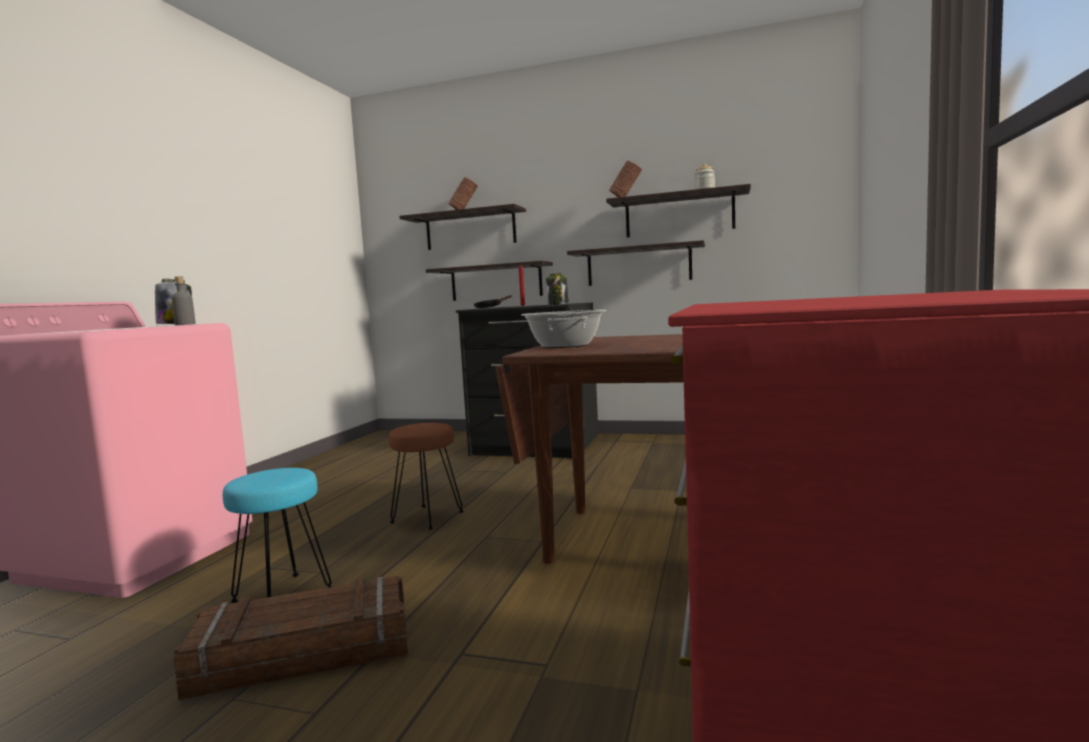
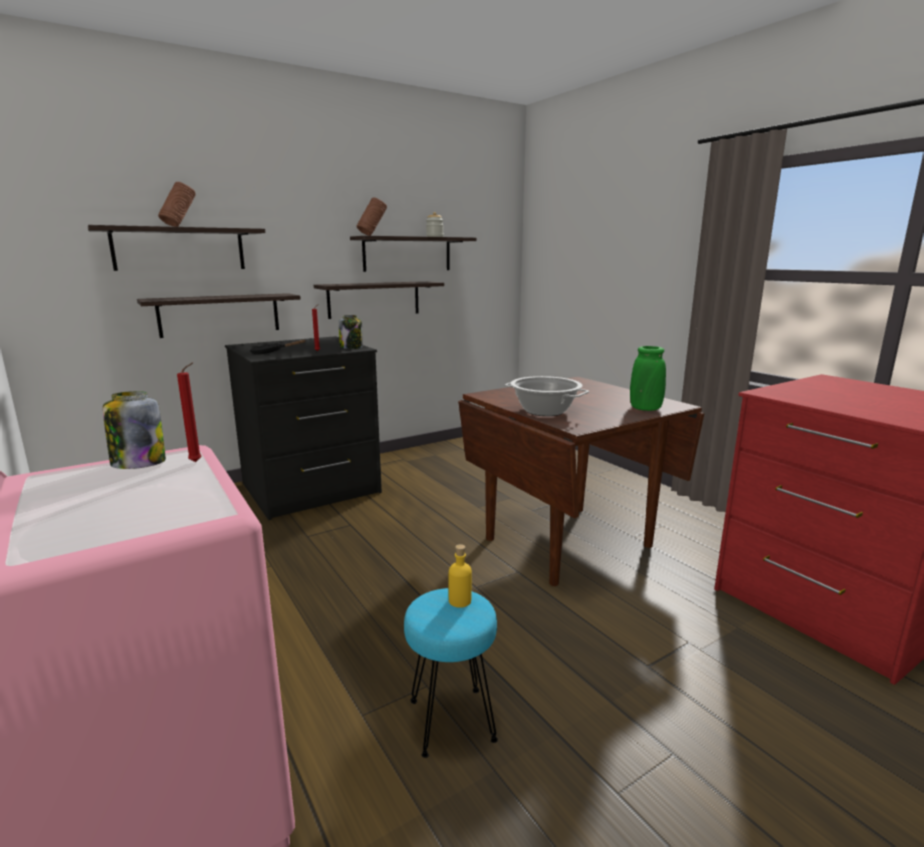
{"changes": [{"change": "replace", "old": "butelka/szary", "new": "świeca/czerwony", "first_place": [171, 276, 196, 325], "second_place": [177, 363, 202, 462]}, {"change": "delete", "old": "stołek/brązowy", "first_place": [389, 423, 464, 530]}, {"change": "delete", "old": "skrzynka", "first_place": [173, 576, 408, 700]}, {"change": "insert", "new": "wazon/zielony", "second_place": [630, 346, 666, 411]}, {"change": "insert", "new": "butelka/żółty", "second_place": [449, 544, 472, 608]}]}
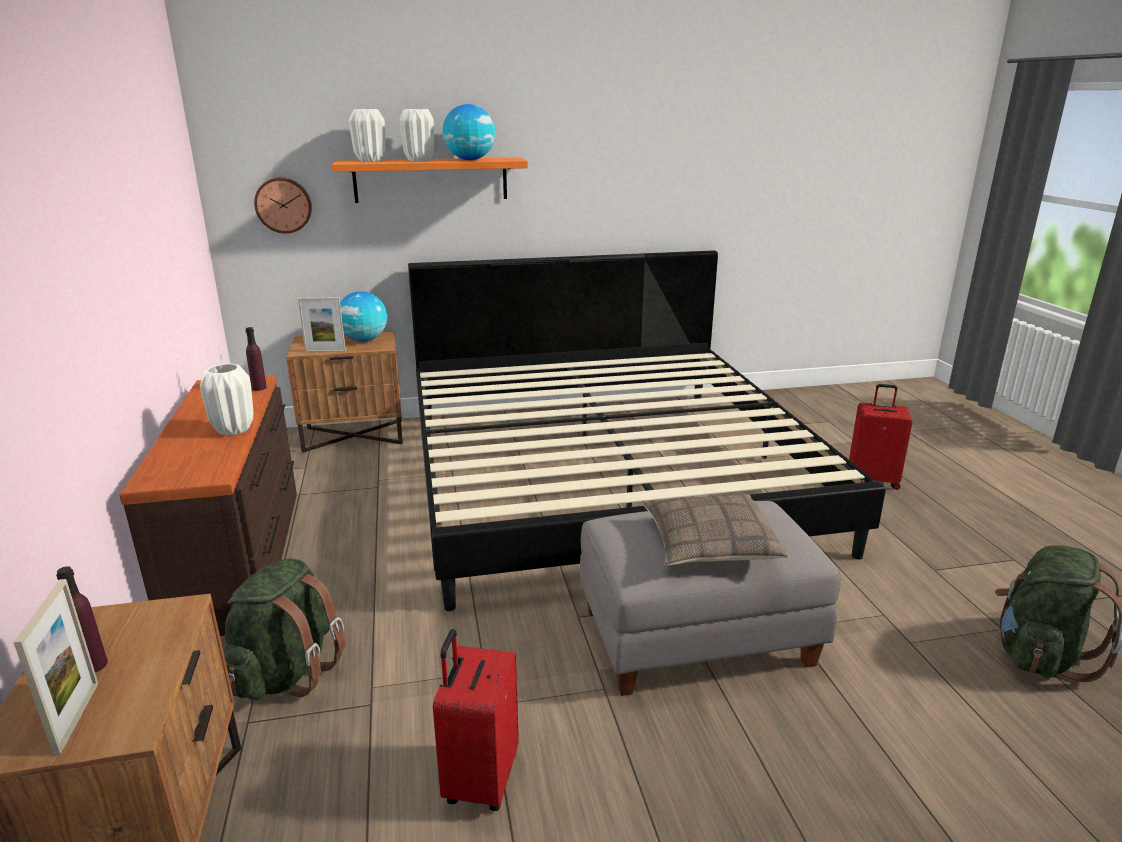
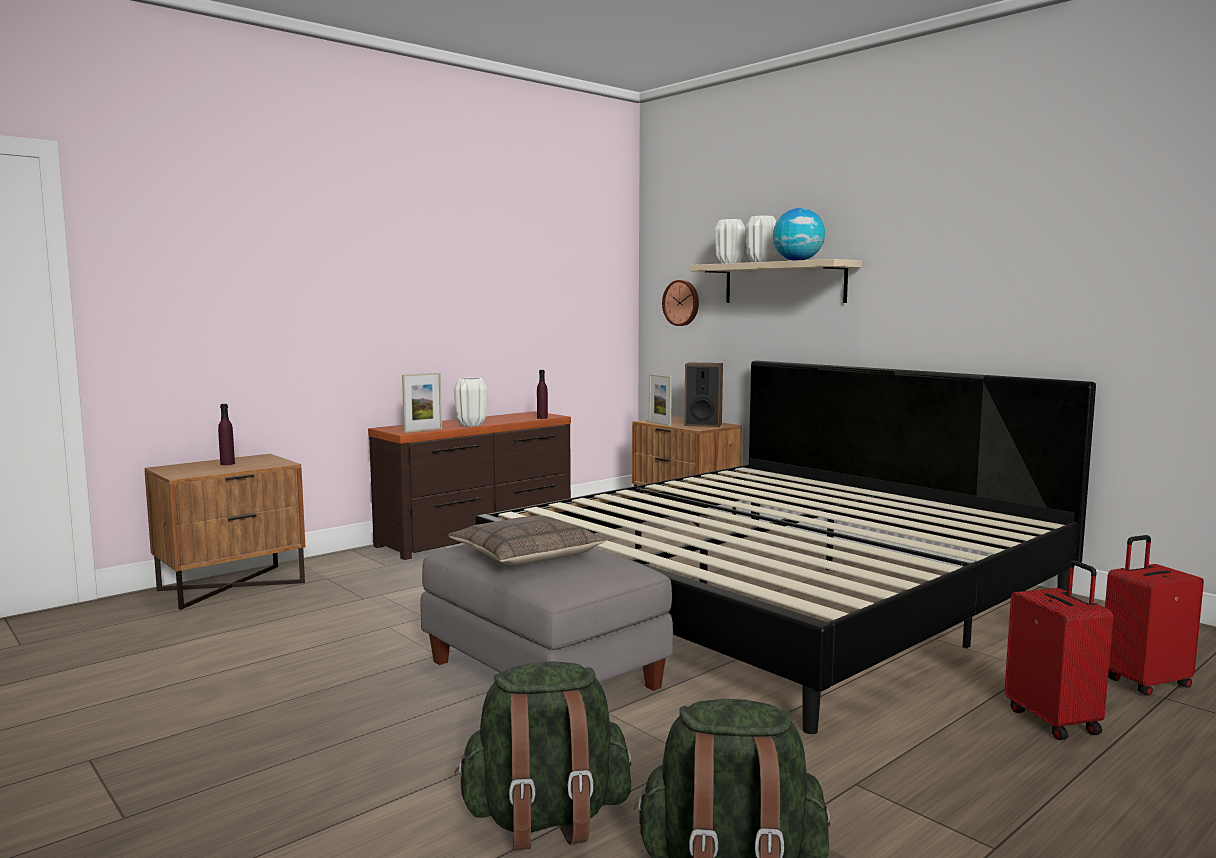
{"changes": [{"change": "recolor", "old": "półka/pomarańczowy", "new": "półka/beżowy", "first_place": [332, 158, 528, 203], "second_place": [689, 259, 862, 303]}, {"change": "replace", "old": "globus", "new": "głośnik", "first_place": [340, 291, 387, 341], "second_place": [684, 363, 723, 427]}, {"change": "move", "old": "plecak/zielony", "first_place": [223, 558, 346, 700], "second_place": [455, 661, 632, 850]}, {"change": "move", "old": "ramka na zdjęcie", "first_place": [13, 579, 98, 755], "second_place": [402, 373, 442, 433]}, {"change": "move", "old": "walizka/czerwony", "first_place": [433, 629, 519, 811], "second_place": [1105, 535, 1204, 696]}]}
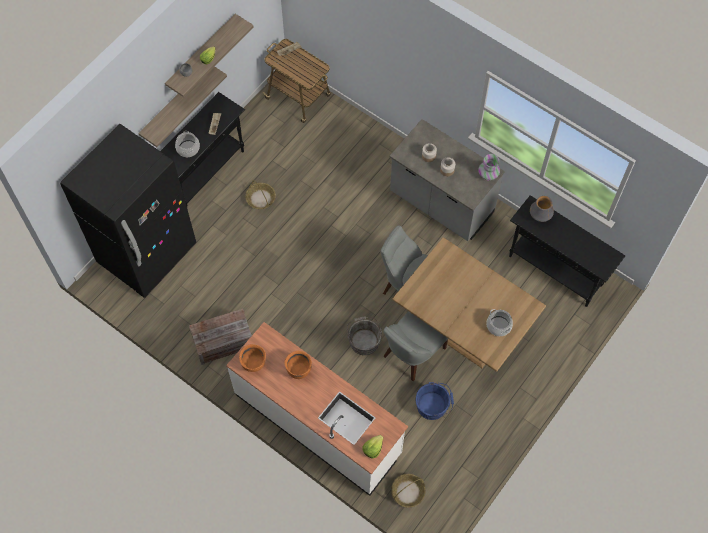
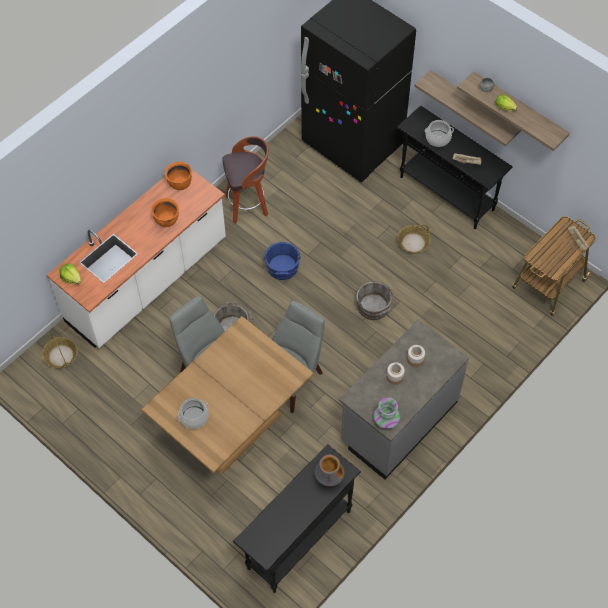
{"changes": [{"change": "replace", "old": "skrzynka", "new": "stołek", "first_place": [189, 308, 252, 365], "second_place": [222, 136, 269, 223]}, {"change": "move", "old": "wiadro/niebieski", "first_place": [415, 382, 454, 420], "second_place": [264, 242, 301, 280]}, {"change": "insert", "new": "wiadro/szary", "second_place": [356, 281, 396, 320]}]}
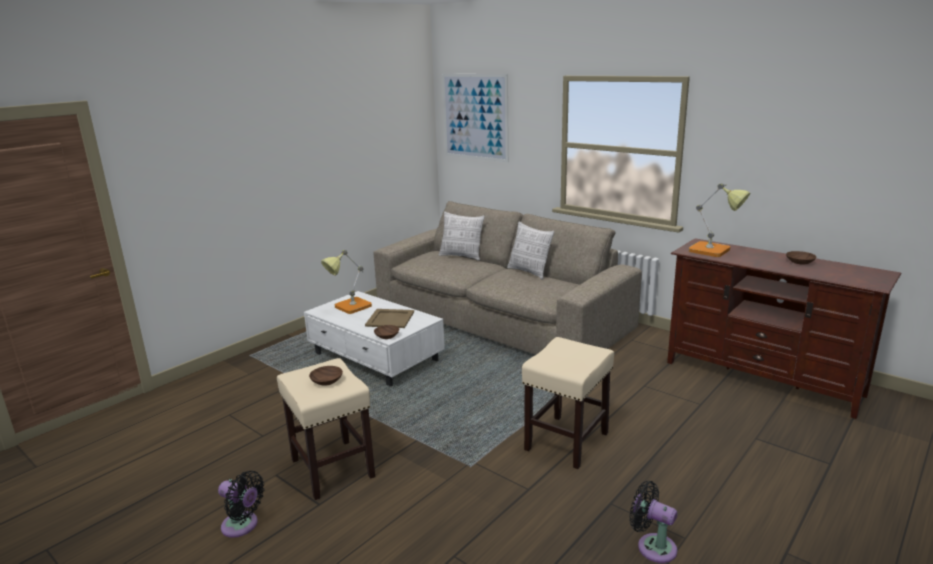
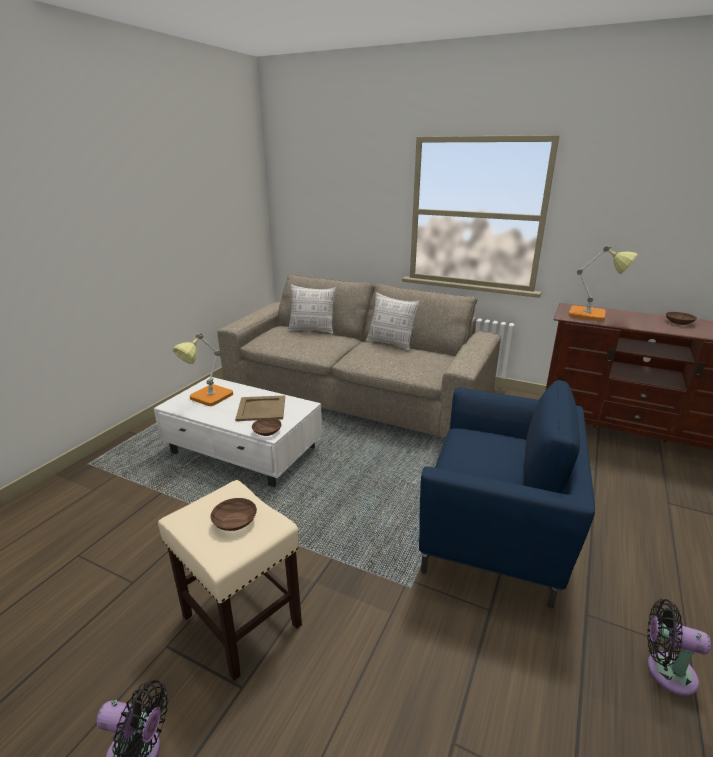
{"changes": [{"change": "delete", "old": "obraz", "first_place": [442, 74, 509, 162]}, {"change": "replace", "old": "stołek/beżowy", "new": "fotel/niebieski", "first_place": [522, 337, 614, 469], "second_place": [419, 380, 595, 608]}]}
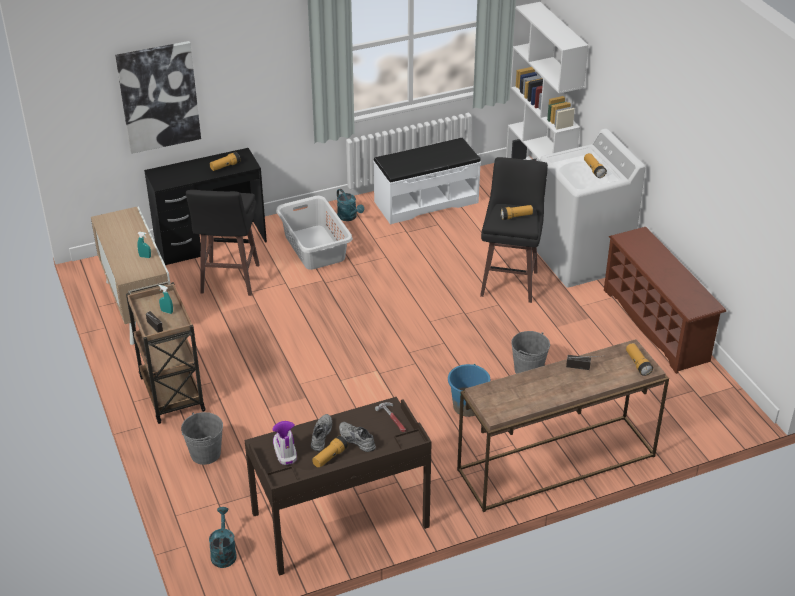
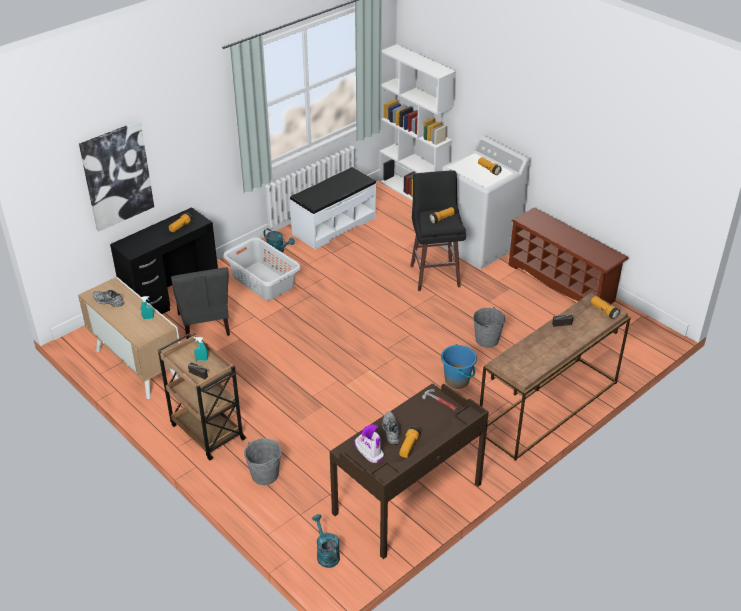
{"changes": [{"change": "replace", "old": "stołek/czarny", "new": "krzesło/szary", "first_place": [186, 190, 260, 296], "second_place": [171, 267, 230, 340]}, {"change": "move", "old": "but/szary", "first_place": [339, 422, 376, 452], "second_place": [93, 290, 124, 307]}]}
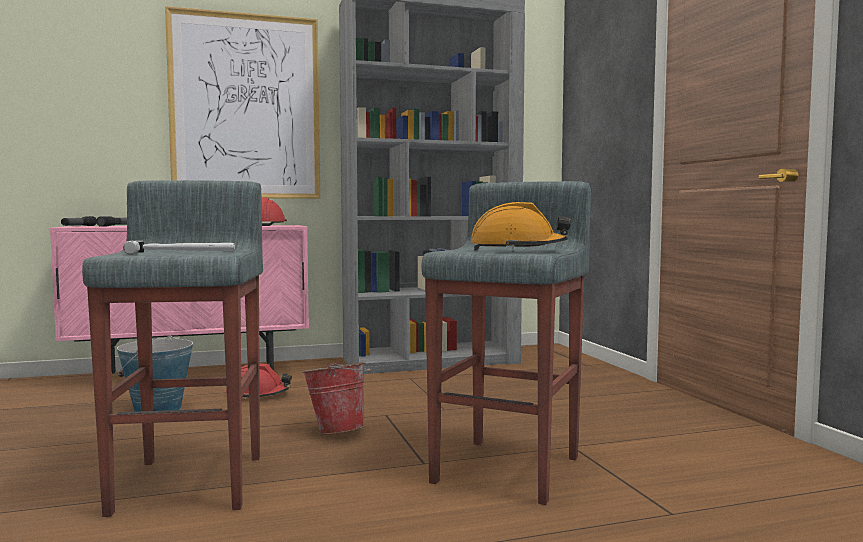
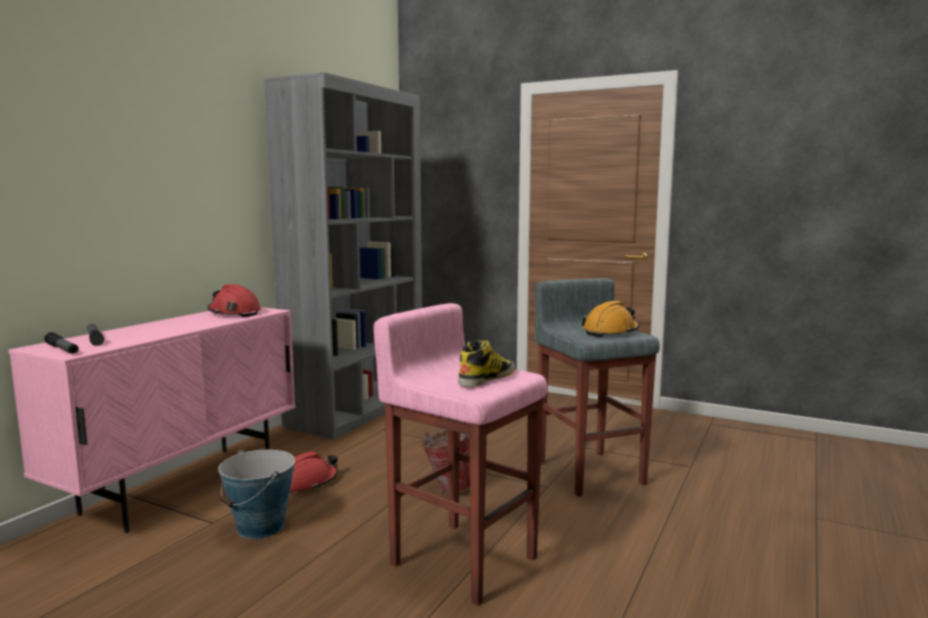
{"changes": [{"change": "delete", "old": "obraz", "first_place": [165, 6, 320, 199]}, {"change": "recolor", "old": "stołek/szary", "new": "stołek/różowy", "first_place": [82, 180, 263, 517], "second_place": [373, 303, 547, 606]}, {"change": "replace", "old": "młotek", "new": "but z cholewką", "first_place": [123, 241, 235, 255], "second_place": [458, 340, 515, 387]}]}
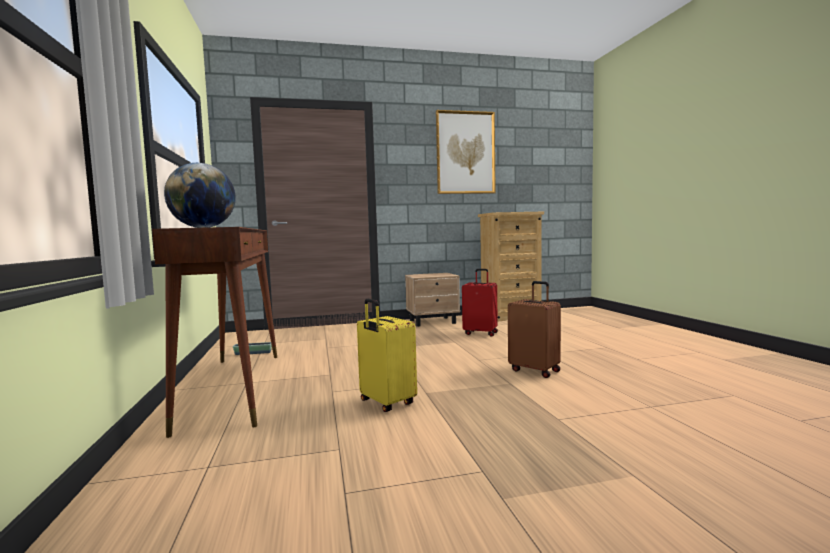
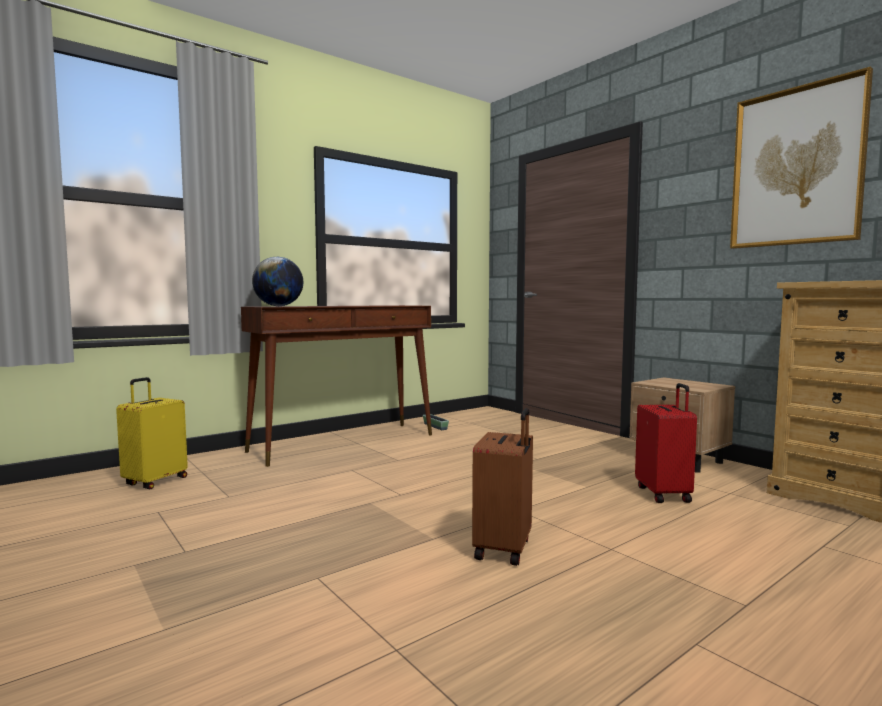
{"changes": [{"change": "move", "old": "walizka/żółty", "first_place": [357, 299, 417, 412], "second_place": [116, 377, 188, 489]}]}
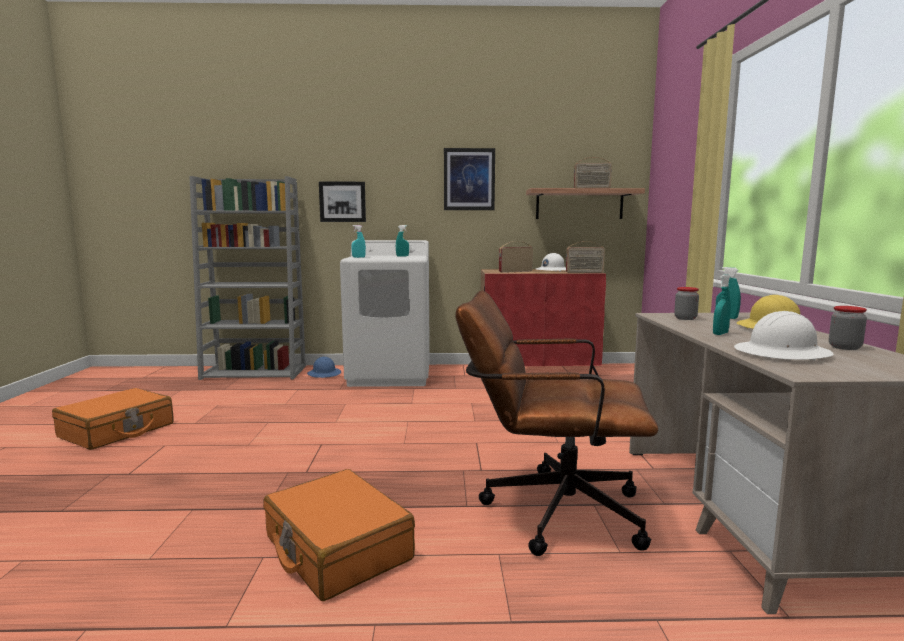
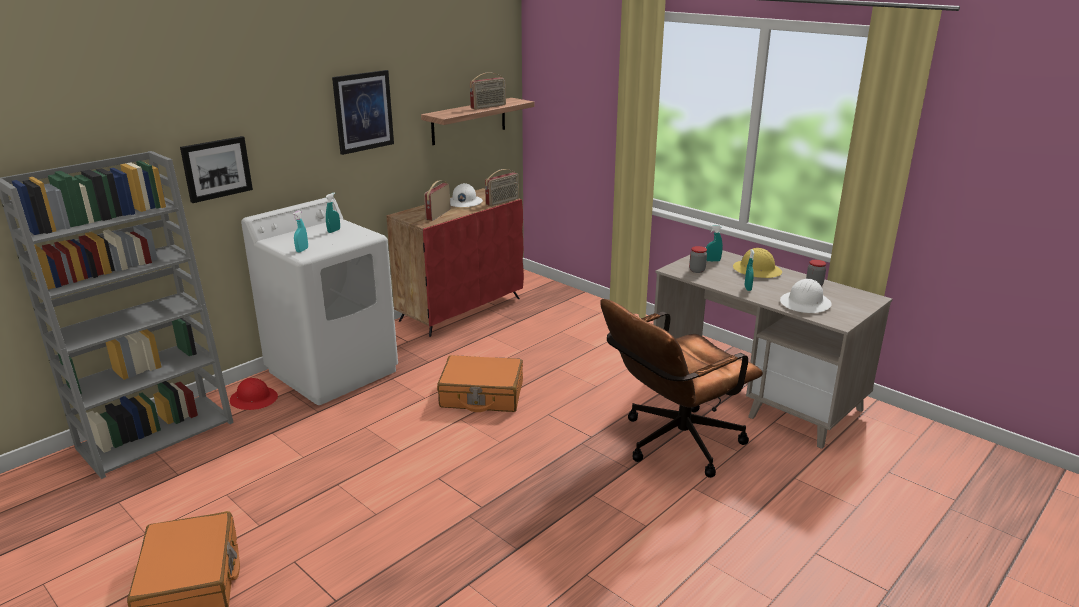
{"changes": [{"change": "recolor", "old": "kask/niebieski", "new": "kask/czerwony", "first_place": [307, 356, 341, 378], "second_place": [230, 378, 278, 410]}, {"change": "move", "old": "walizka/pomarańczowy", "first_place": [263, 469, 415, 601], "second_place": [437, 355, 523, 412]}]}
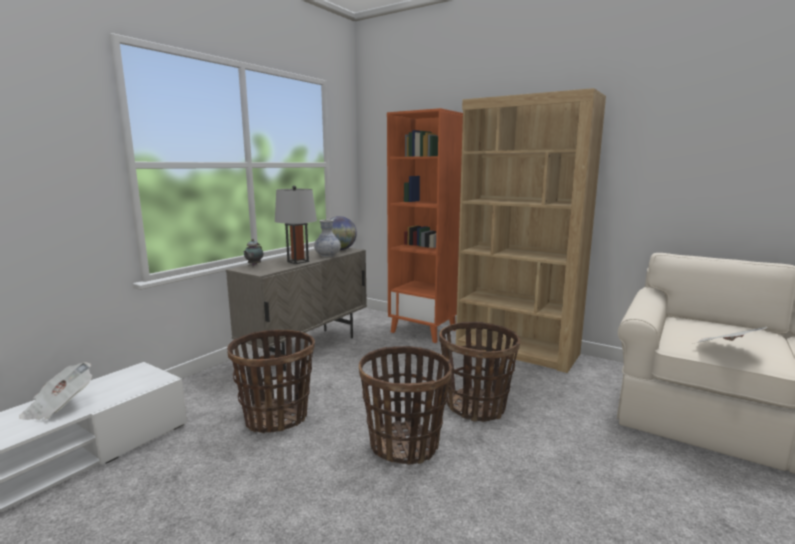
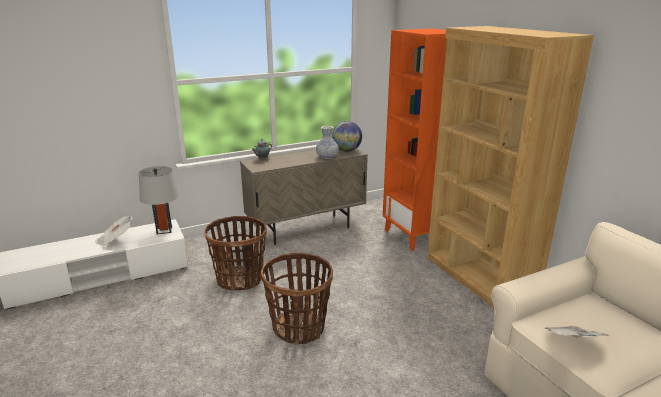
{"changes": [{"change": "move", "old": "lampa stołowa/szary", "first_place": [275, 186, 317, 264], "second_place": [139, 166, 179, 234]}, {"change": "delete", "old": "koszyk", "first_place": [439, 322, 520, 422]}]}
